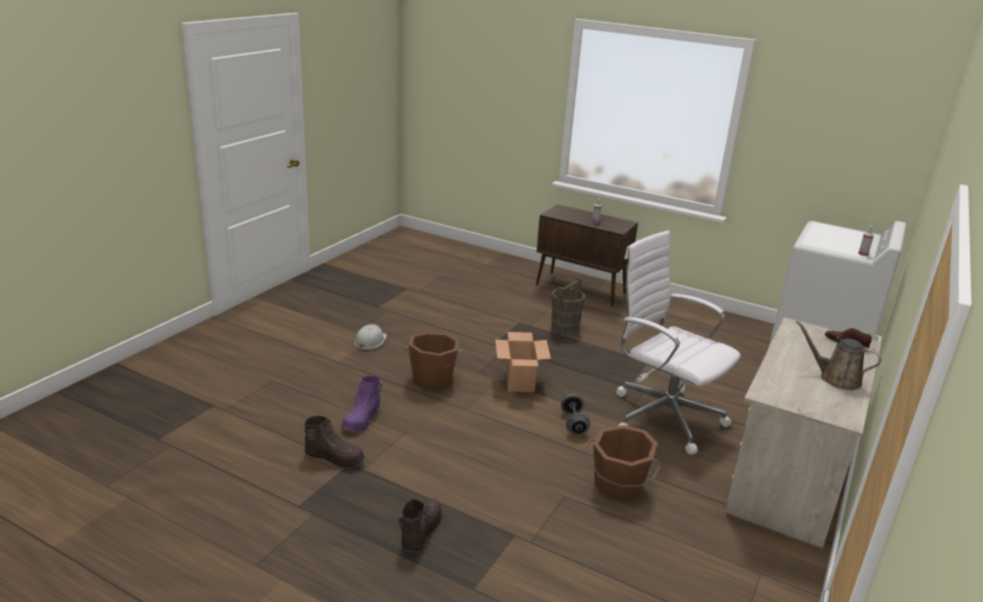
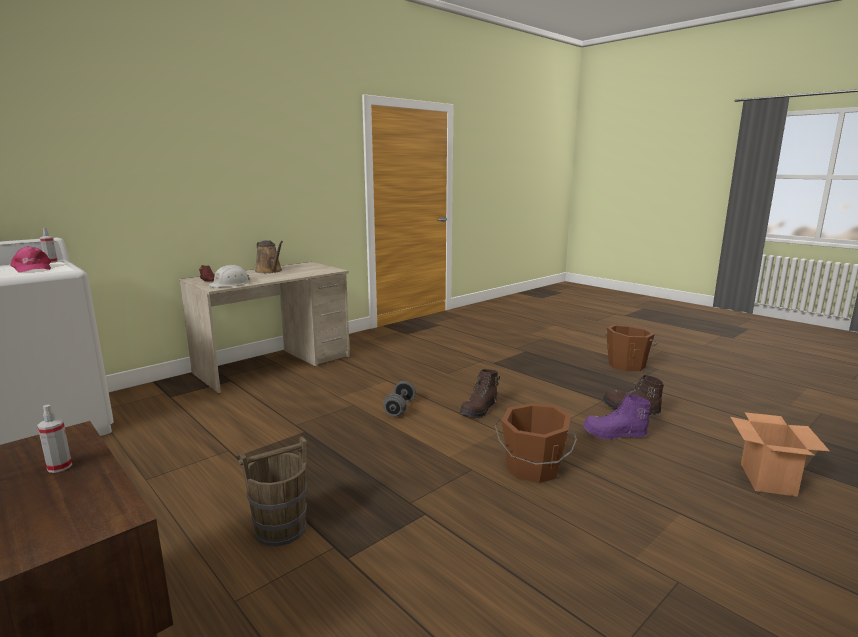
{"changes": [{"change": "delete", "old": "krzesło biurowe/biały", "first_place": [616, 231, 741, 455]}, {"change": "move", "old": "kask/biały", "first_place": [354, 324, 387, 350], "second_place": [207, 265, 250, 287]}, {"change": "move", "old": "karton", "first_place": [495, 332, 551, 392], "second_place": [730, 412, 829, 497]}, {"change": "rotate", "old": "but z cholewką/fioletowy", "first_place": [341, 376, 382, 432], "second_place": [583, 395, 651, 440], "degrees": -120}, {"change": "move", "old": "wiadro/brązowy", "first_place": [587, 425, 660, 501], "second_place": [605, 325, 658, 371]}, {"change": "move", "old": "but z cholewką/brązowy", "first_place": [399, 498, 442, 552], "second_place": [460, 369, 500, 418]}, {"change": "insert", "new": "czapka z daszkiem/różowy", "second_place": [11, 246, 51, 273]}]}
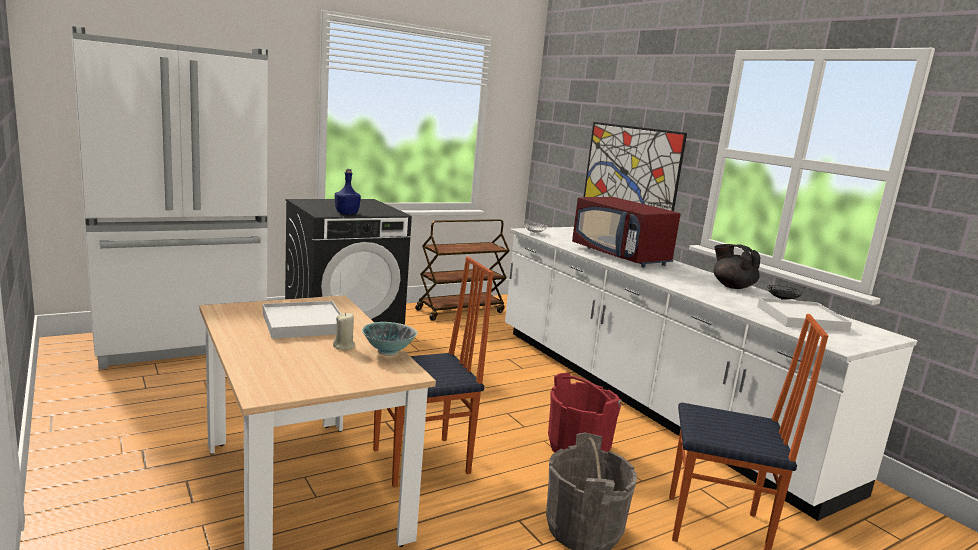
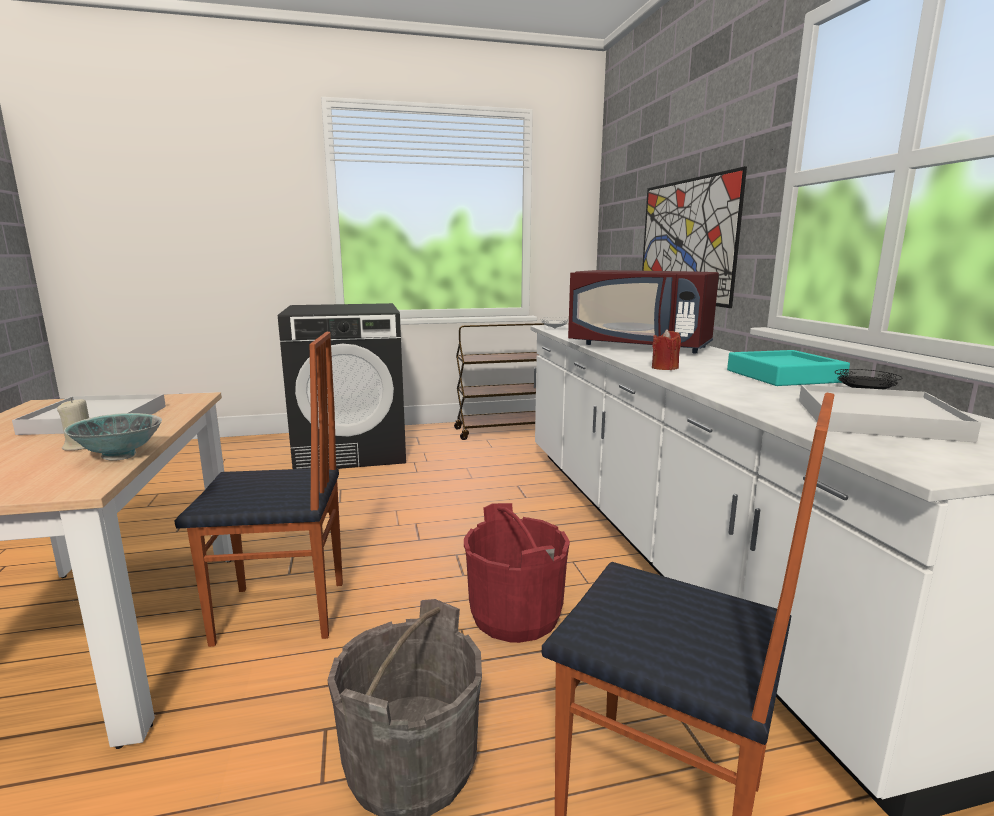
{"changes": [{"change": "delete", "old": "lodówka/biały", "first_place": [72, 26, 268, 369]}, {"change": "delete", "old": "butelka/niebieski", "first_place": [335, 169, 361, 215]}, {"change": "rotate", "old": "mikrofalówka/czerwony", "first_place": [572, 197, 681, 268], "second_place": [568, 270, 719, 353], "degrees": -45}, {"change": "replace", "old": "imbryk/czarny", "new": "taca/turkusowy", "first_place": [714, 244, 761, 289], "second_place": [727, 350, 850, 386]}, {"change": "insert", "new": "świeca/czerwony", "second_place": [652, 329, 681, 370]}]}
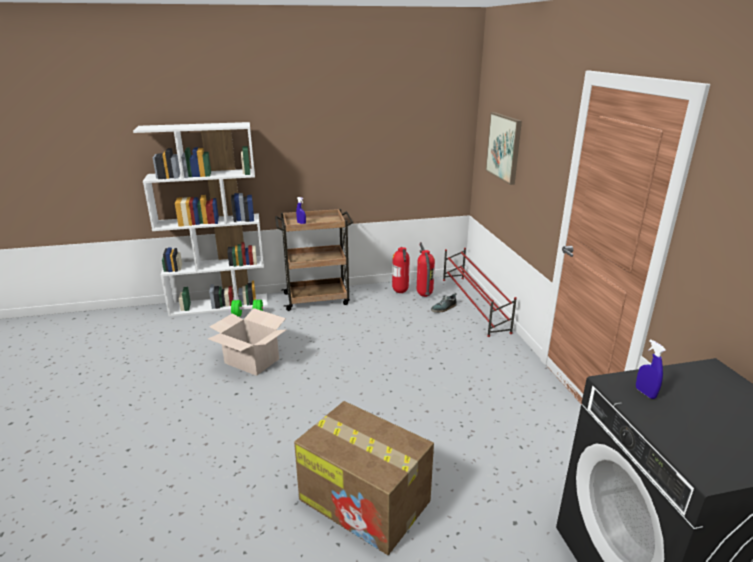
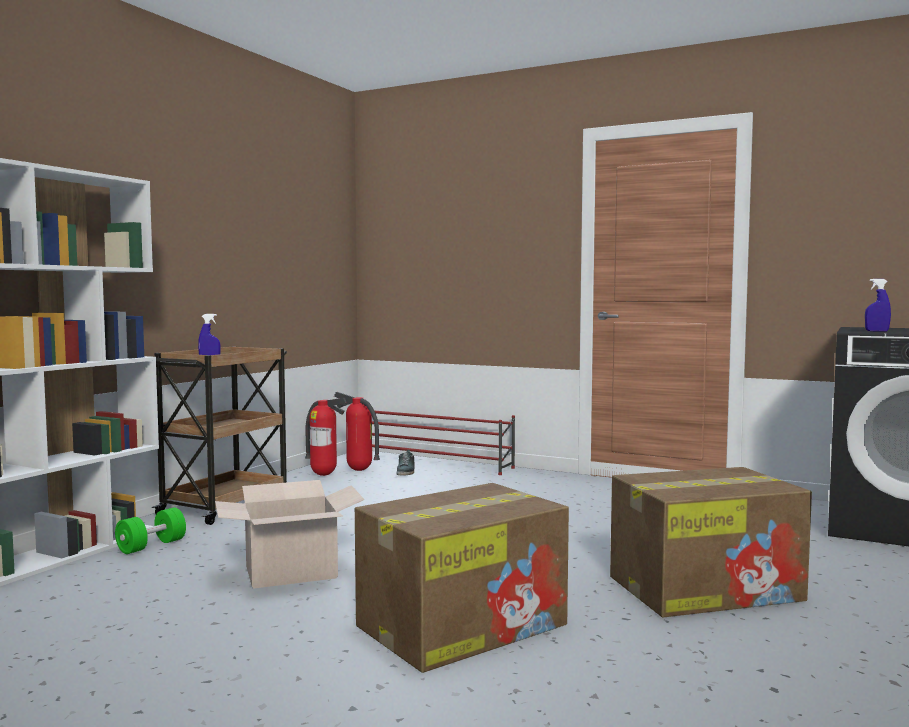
{"changes": [{"change": "delete", "old": "obraz", "first_place": [486, 112, 522, 185]}, {"change": "insert", "new": "karton", "second_place": [355, 483, 569, 673]}]}
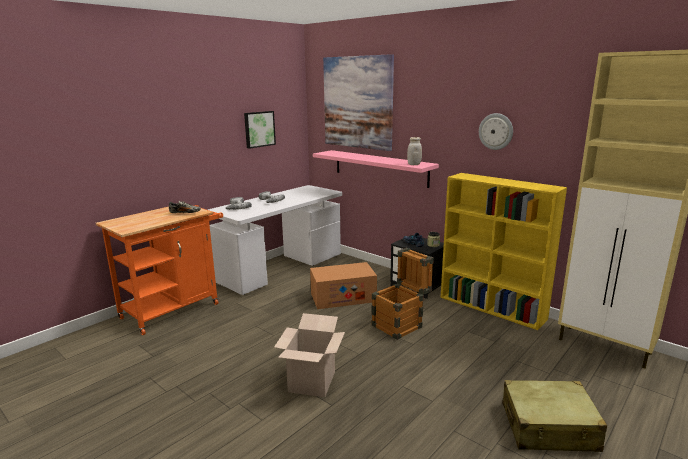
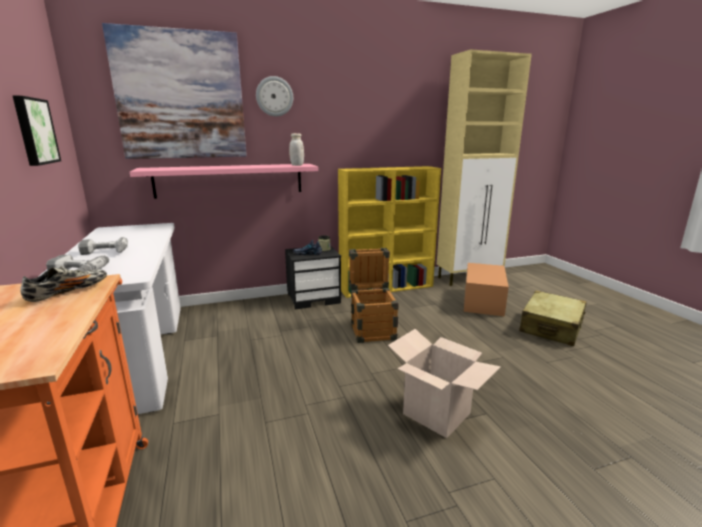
{"changes": [{"change": "move", "old": "zegar ścienny", "first_place": [479, 113, 513, 150], "second_place": [256, 76, 293, 116]}, {"change": "move", "old": "karton", "first_place": [310, 262, 377, 309], "second_place": [464, 263, 509, 317]}]}
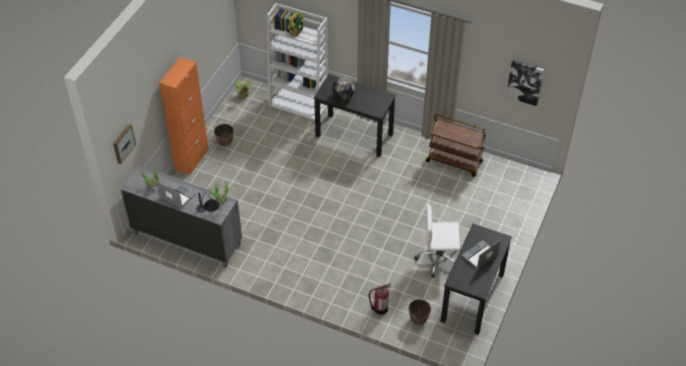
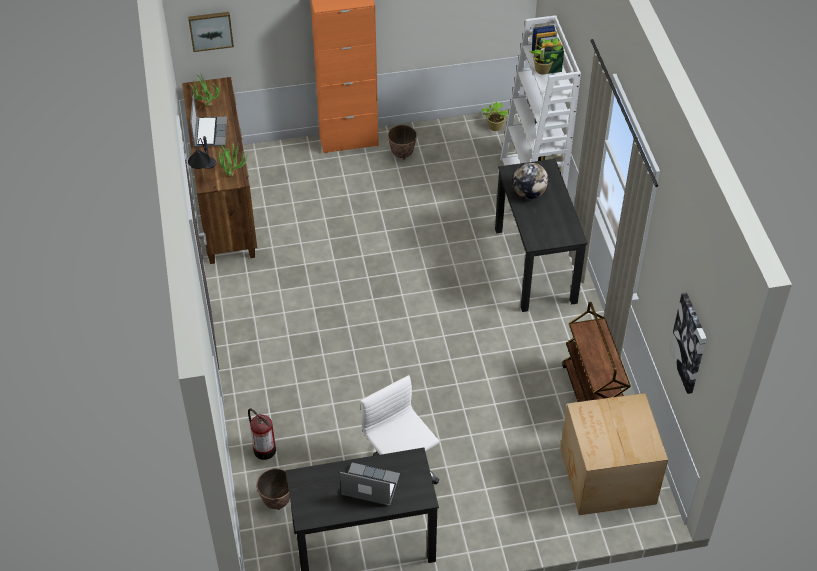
{"changes": [{"change": "recolor", "old": "komoda/szary", "new": "komoda/brązowy", "first_place": [121, 165, 242, 268], "second_place": [182, 77, 257, 264]}, {"change": "insert", "new": "karton", "second_place": [560, 393, 668, 515]}]}
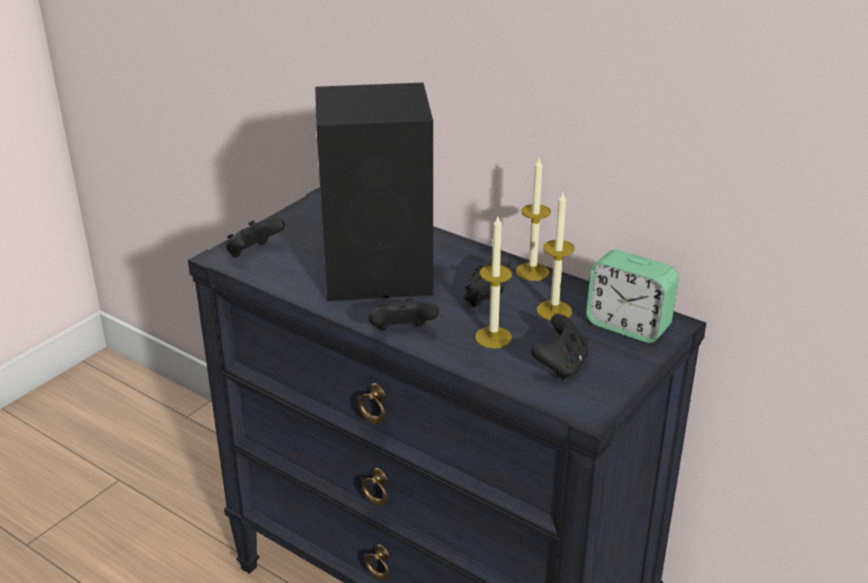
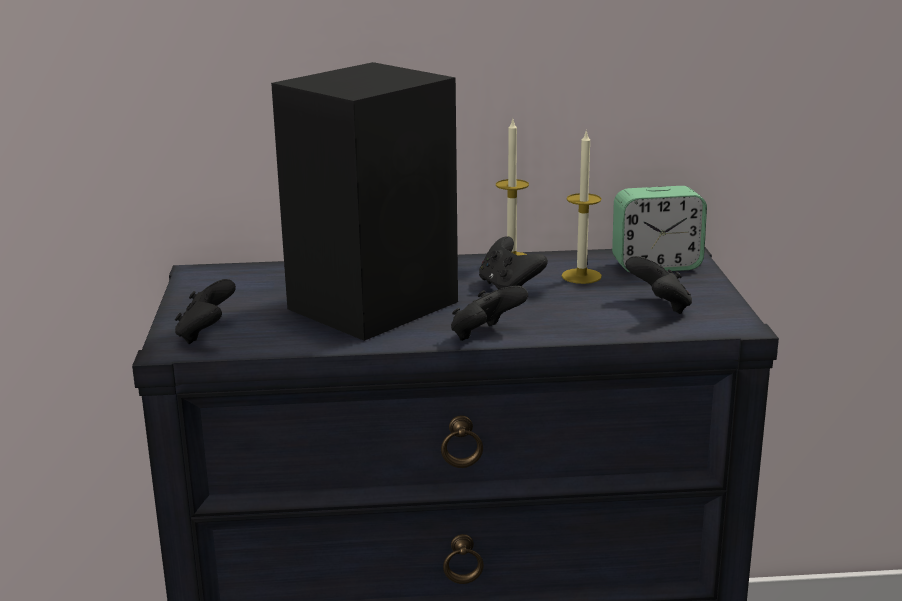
{"changes": [{"change": "delete", "old": "świeca", "first_place": [475, 216, 512, 348]}]}
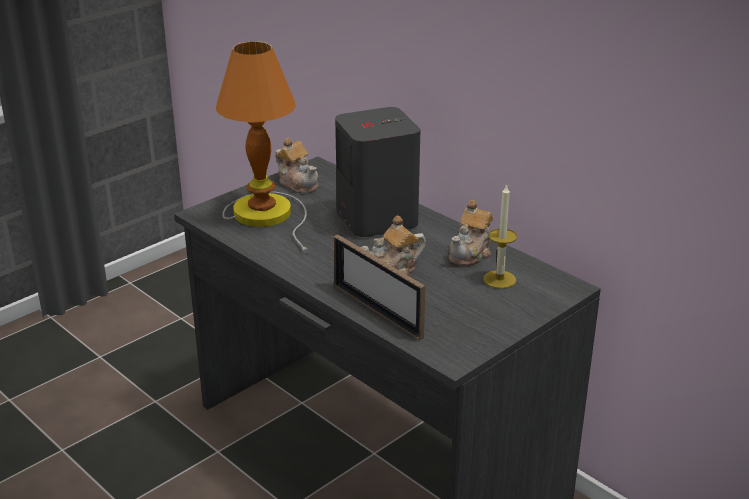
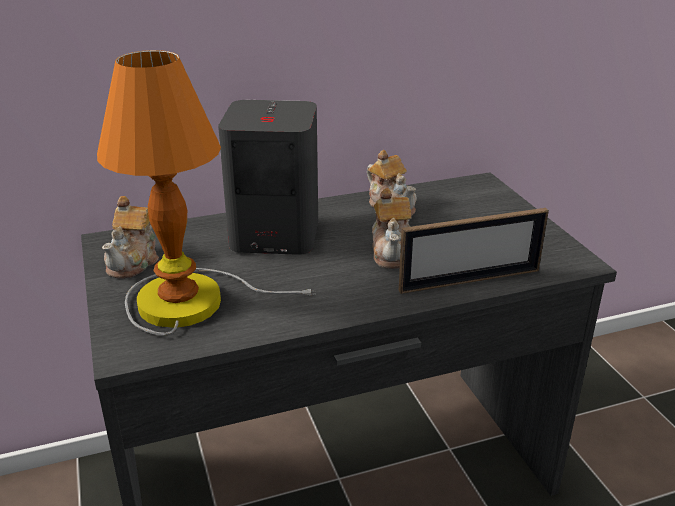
{"changes": [{"change": "rotate", "old": "imbryk", "first_place": [275, 137, 318, 194], "second_place": [102, 196, 159, 279], "degrees": 120}, {"change": "delete", "old": "świeca", "first_place": [483, 184, 517, 289]}]}
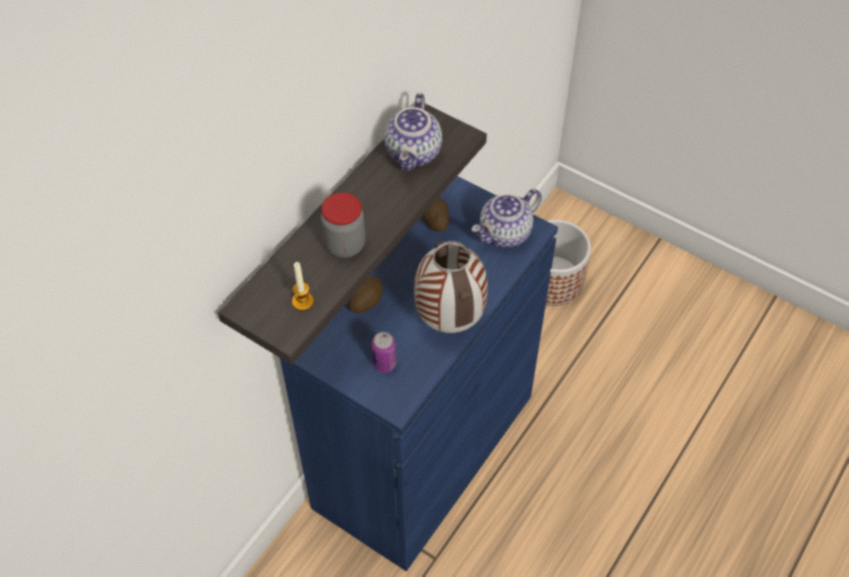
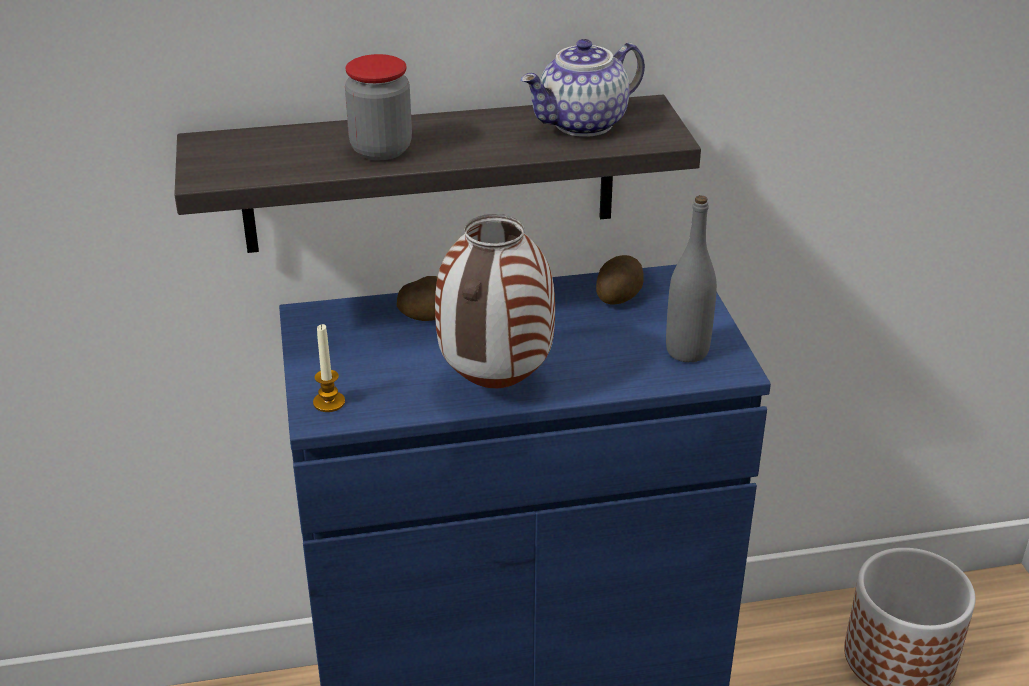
{"changes": [{"change": "replace", "old": "imbryk", "new": "butelka/szary", "first_place": [471, 189, 542, 248], "second_place": [666, 195, 717, 362]}, {"change": "move", "old": "świeca", "first_place": [292, 262, 314, 311], "second_place": [313, 324, 345, 412]}, {"change": "delete", "old": "puszka", "first_place": [372, 332, 396, 373]}]}
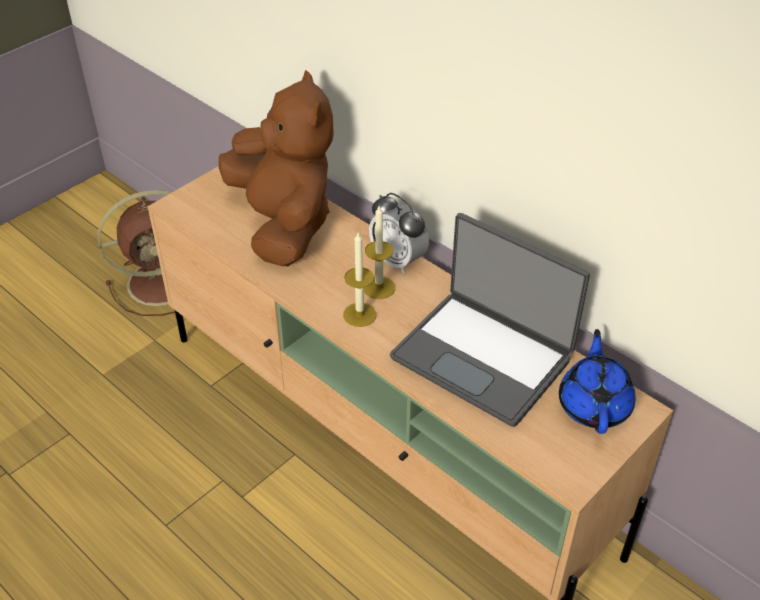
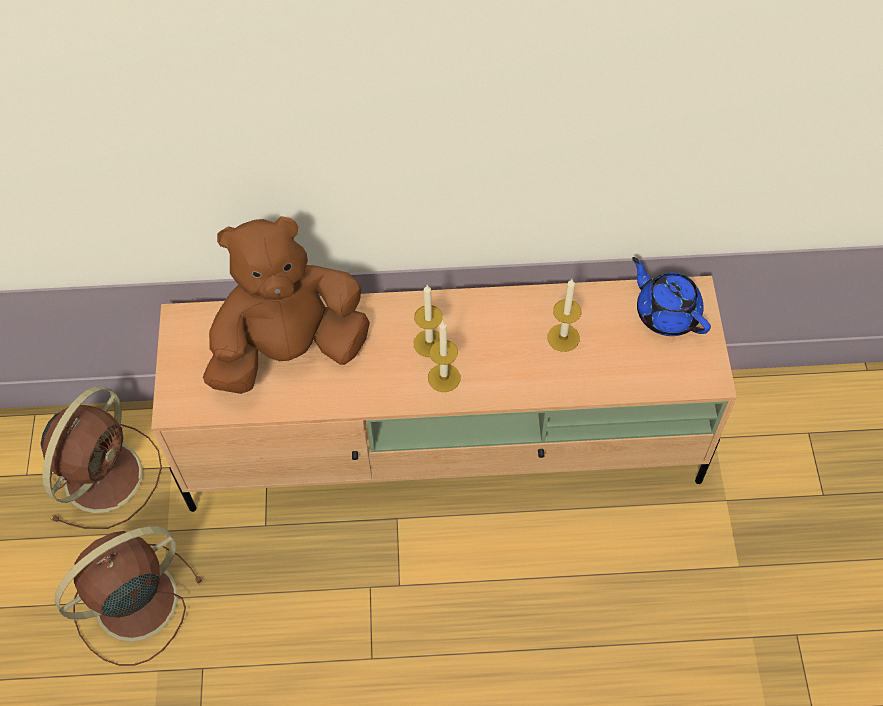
{"changes": [{"change": "rotate", "old": "pluszak/brązowy", "first_place": [219, 70, 334, 266], "second_place": [203, 216, 370, 394], "degrees": -45}, {"change": "delete", "old": "budzik", "first_place": [369, 193, 429, 274]}, {"change": "replace", "old": "laptop", "new": "świeca", "first_place": [390, 213, 590, 427], "second_place": [547, 279, 581, 352]}, {"change": "insert", "new": "wentylator/brązowy", "second_place": [55, 527, 203, 666]}]}
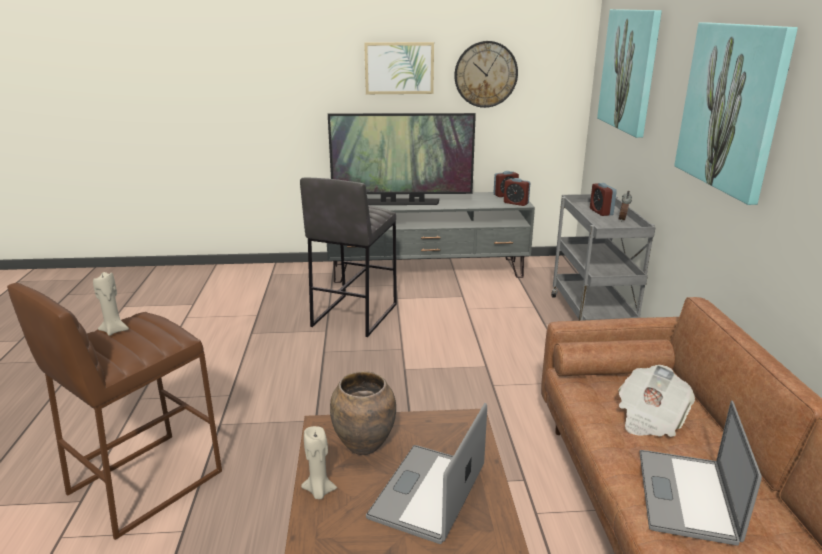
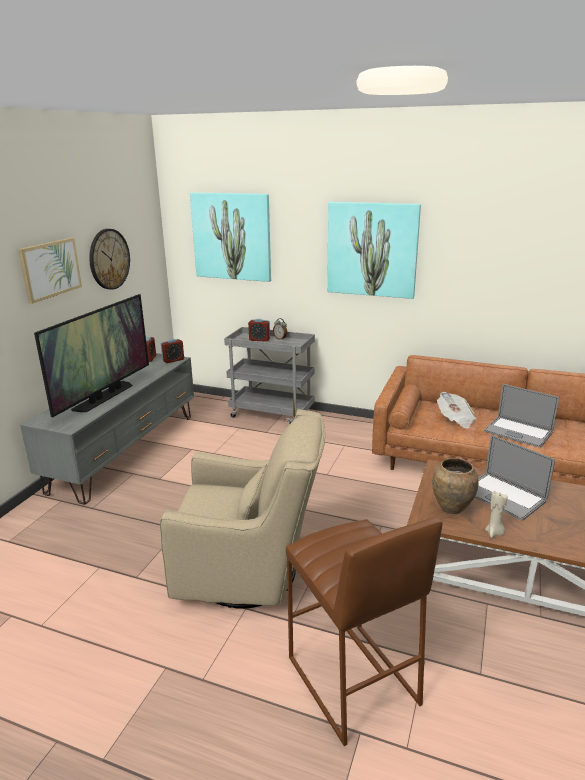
{"changes": [{"change": "delete", "old": "stołek/szary", "first_place": [300, 177, 397, 337]}, {"change": "delete", "old": "świeca/beżowy", "first_place": [93, 272, 129, 336]}, {"change": "insert", "new": "fotel/beżowy", "second_place": [160, 409, 325, 609]}]}
